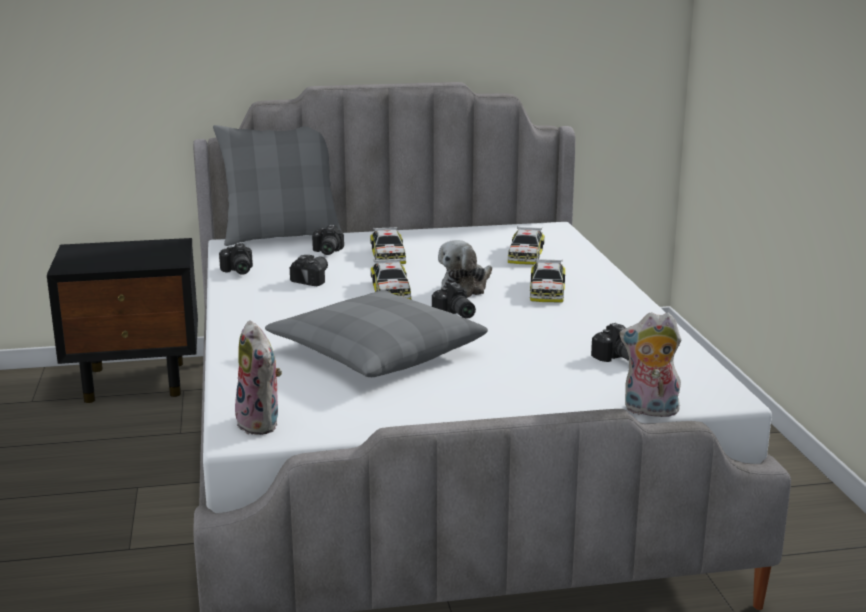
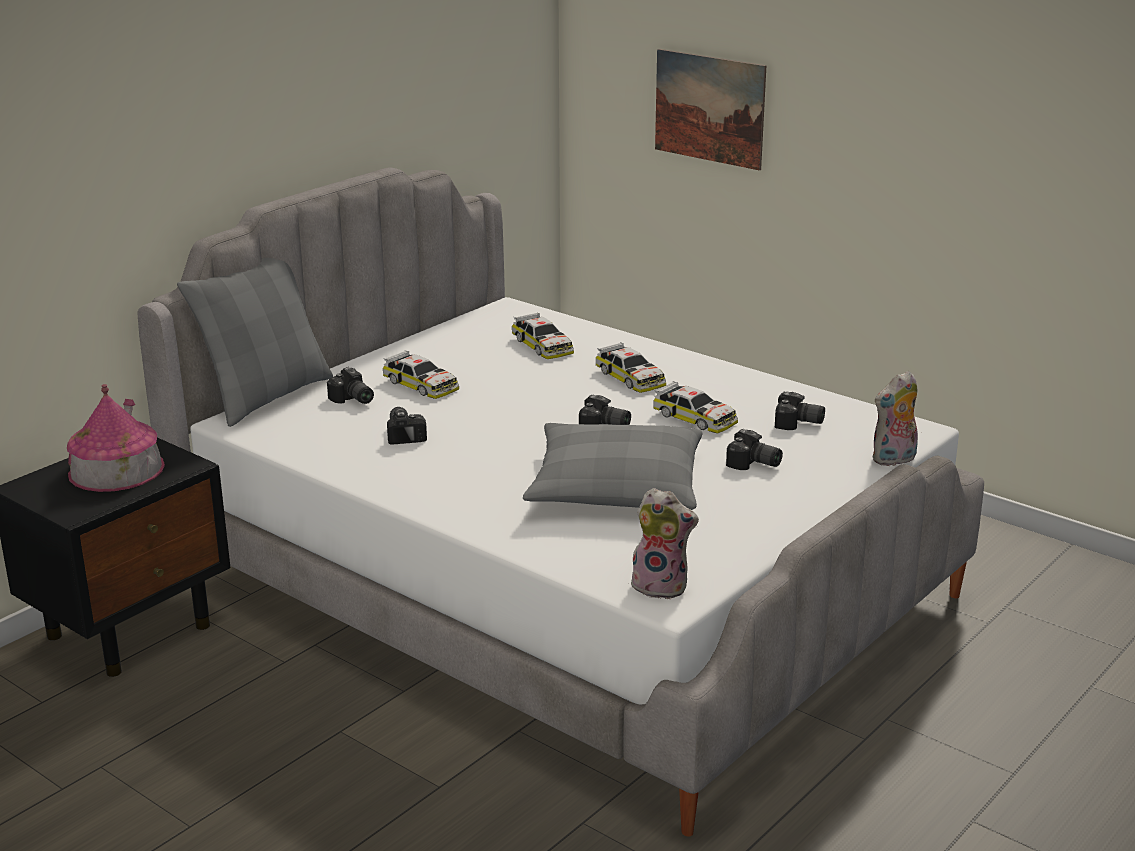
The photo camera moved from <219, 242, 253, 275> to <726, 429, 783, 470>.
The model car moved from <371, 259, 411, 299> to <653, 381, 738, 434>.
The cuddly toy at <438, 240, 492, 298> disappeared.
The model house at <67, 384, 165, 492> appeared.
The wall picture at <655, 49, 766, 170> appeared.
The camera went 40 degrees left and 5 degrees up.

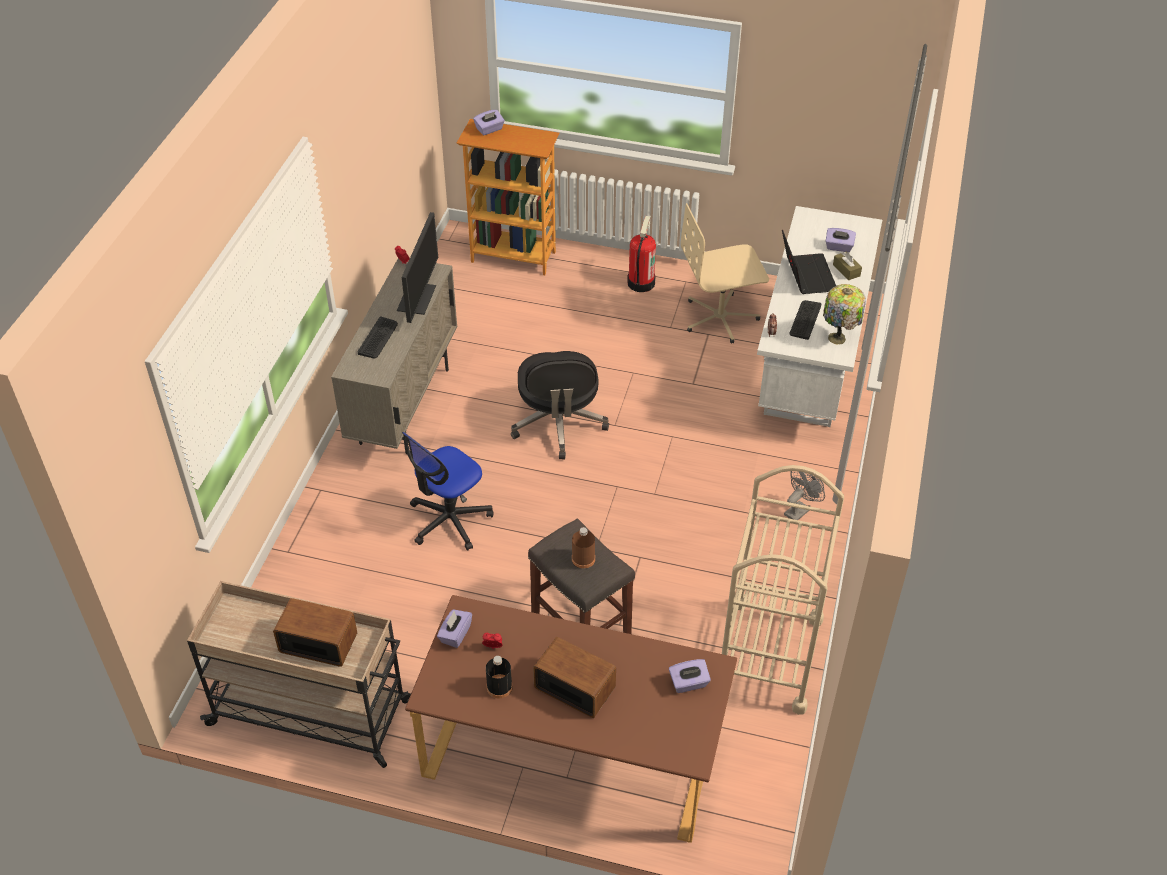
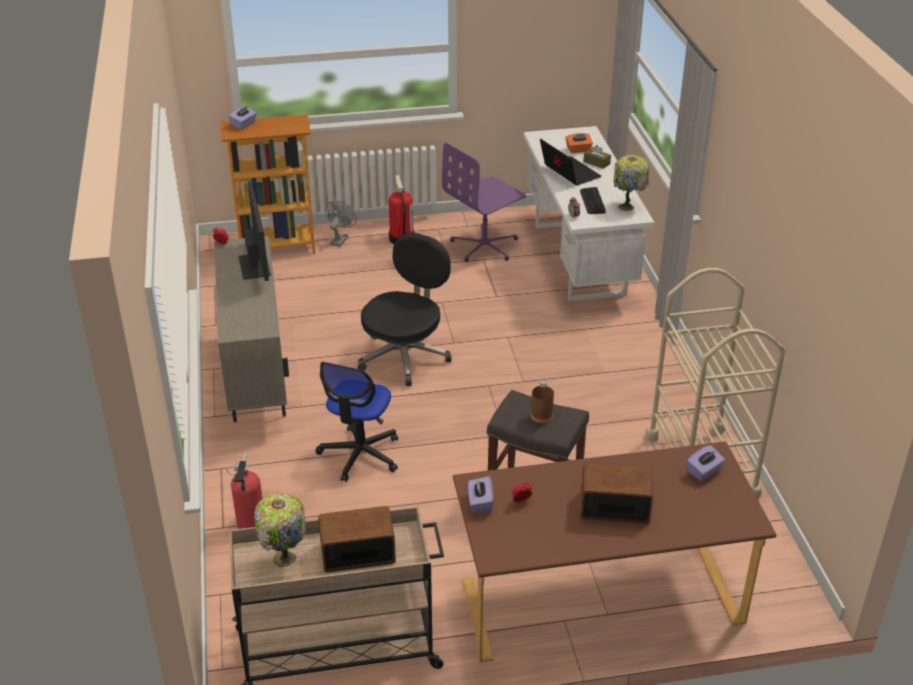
The keyboard at <358, 316, 398, 358> disappeared.
The black-coloured drink bottle at <486, 656, 512, 698> disappeared.
The black-coloured desk chair at <511, 351, 609, 459> turned 120 degrees counterclockwise.
The beige desk chair at <681, 203, 769, 343> became the purple-coloured desk chair at <442, 143, 526, 262>.
The grey electric fan moved from <784, 471, 825, 520> to <325, 201, 357, 246>.
The purple-coloured tissue box at <825, 228, 856, 252> became the orange-coloured tissue box at <566, 133, 593, 153>.
The fire extinguisher at <227, 453, 263, 529> appeared.
The table lamp at <254, 494, 306, 567> appeared.
The camera went 25 degrees left and 10 degrees down.

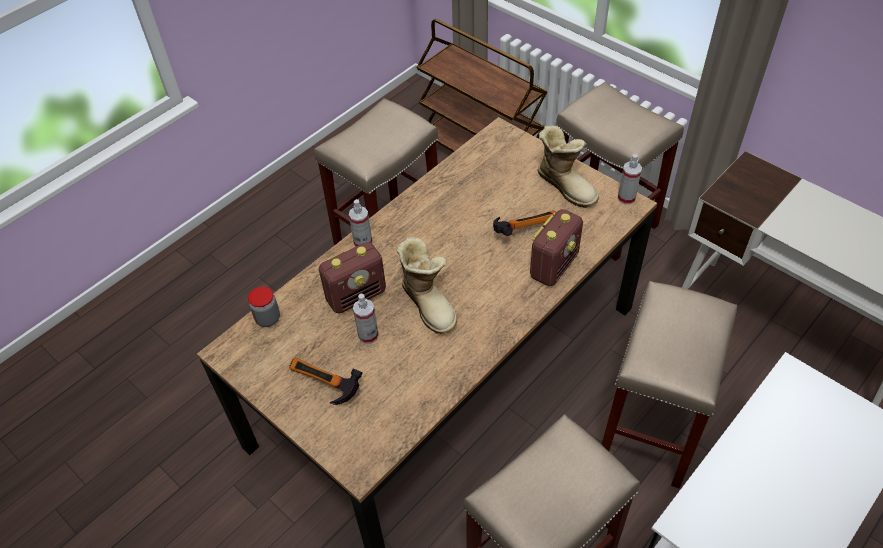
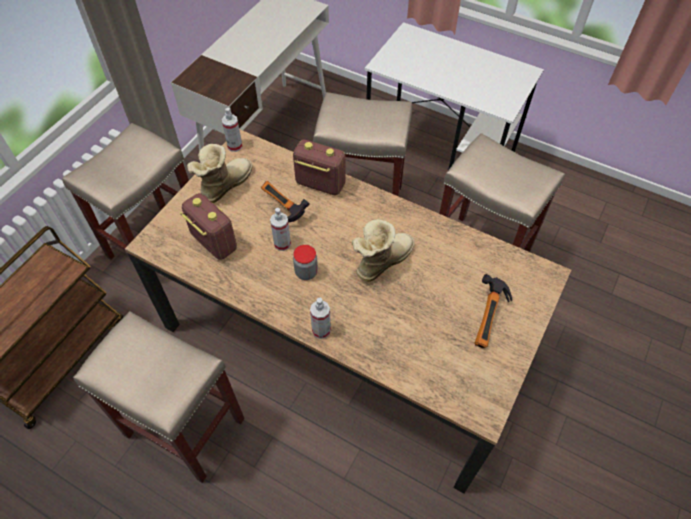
The jar moved from <248, 286, 280, 327> to <293, 245, 318, 280>.
The radio set moved from <319, 242, 386, 314> to <180, 193, 237, 260>.
The spray bottle moved from <353, 294, 379, 344> to <270, 208, 291, 251>.
The camera went 105 degrees left and 5 degrees up.

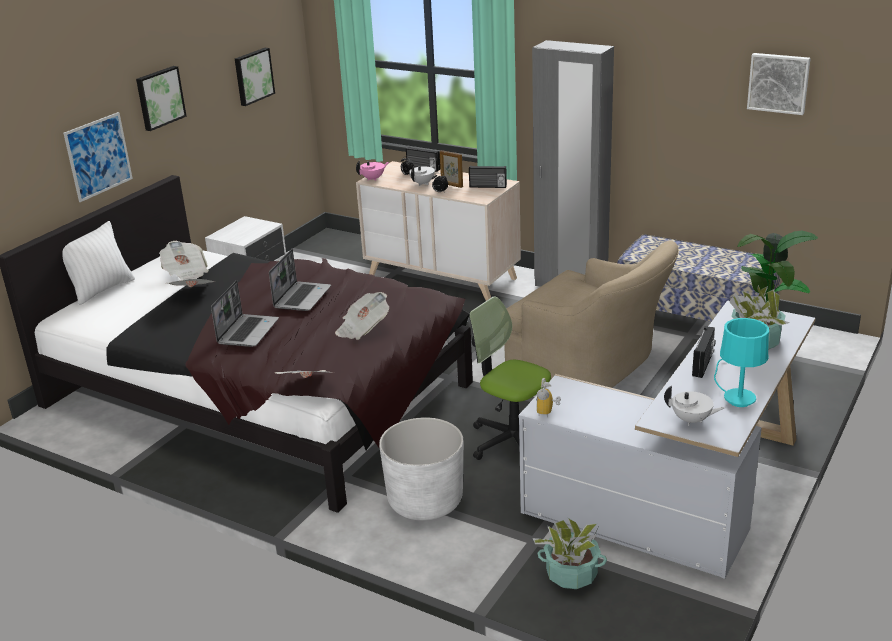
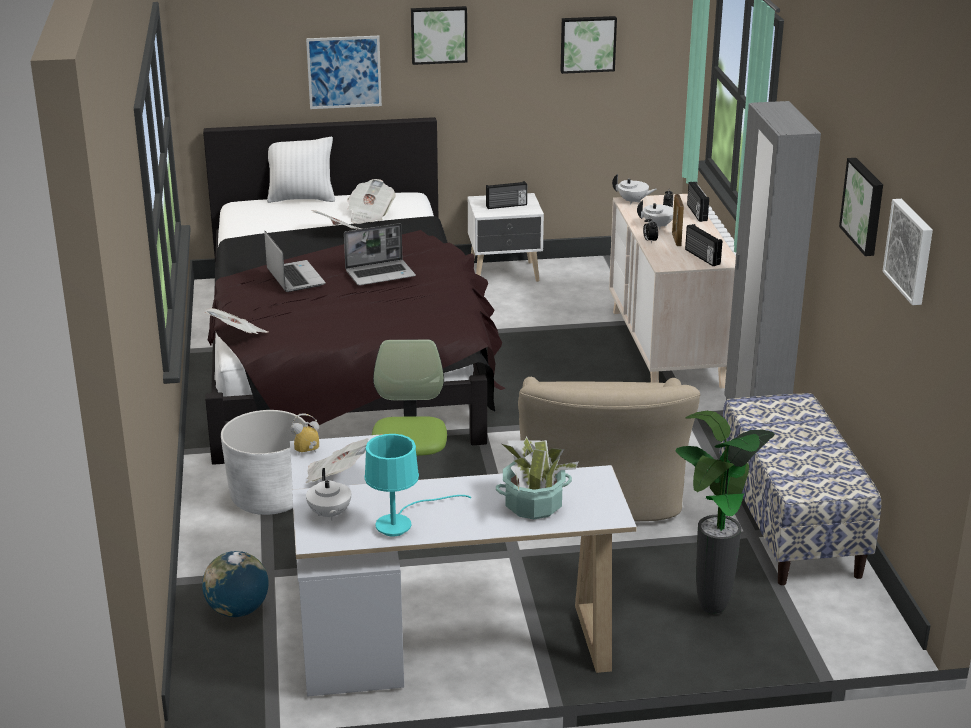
The notebook computer at <211, 280, 279, 347> turned 90 degrees counterclockwise.
The printed paper moved from <335, 292, 389, 340> to <306, 438, 369, 483>.
The pink teapot at <356, 161, 389, 181> became the white teapot at <612, 174, 657, 204>.
The potted plant at <533, 518, 607, 589> was replaced by the desk globe at <202, 551, 269, 617>.
The radio set moved from <692, 326, 716, 378> to <486, 181, 527, 209>.
The wall picture at <839, 158, 883, 256> appeared.
The camera went 50 degrees right and 0 degrees up.

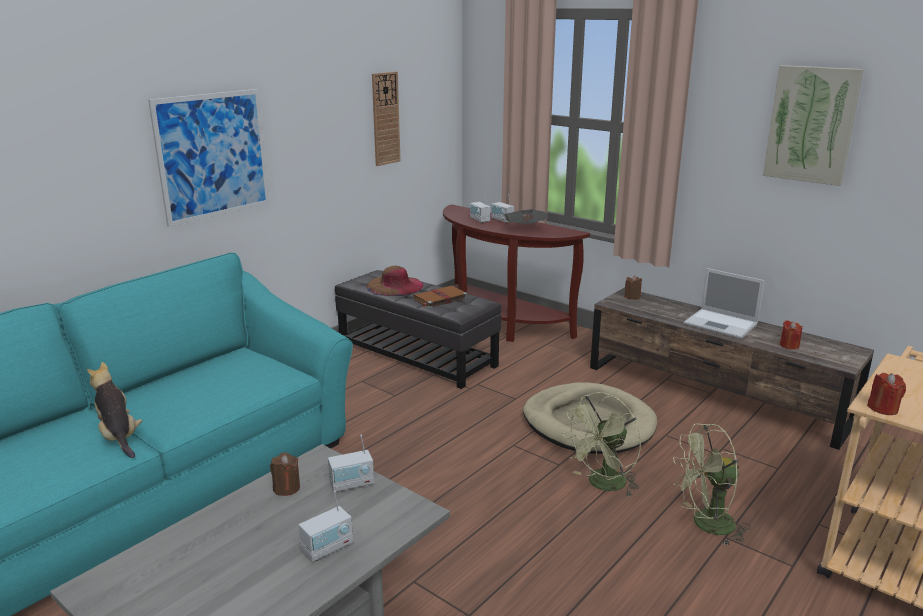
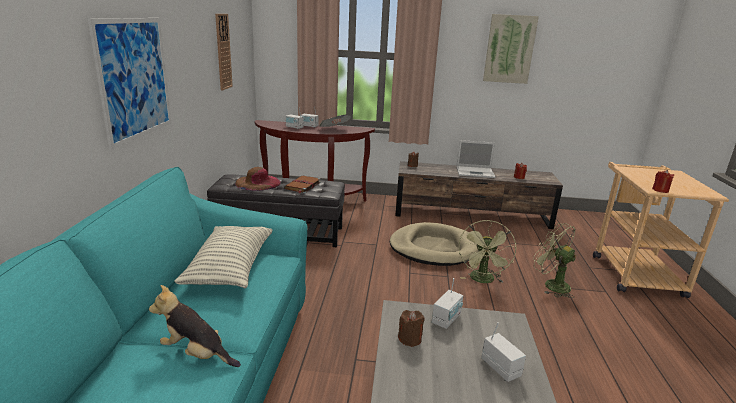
The radio set at <299, 491, 353, 562> turned 45 degrees counterclockwise.
The green electric fan at <673, 424, 750, 545> turned 90 degrees clockwise.
The cushion at <174, 226, 272, 288> appeared.
The camera went 35 degrees left and 0 degrees up.

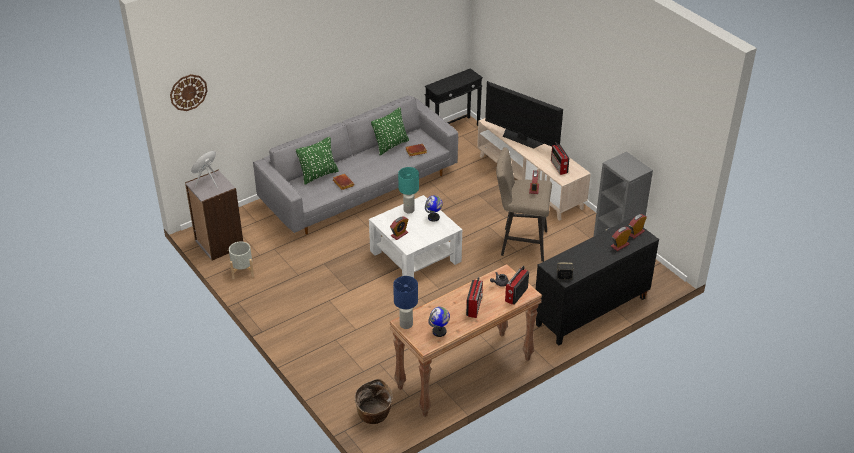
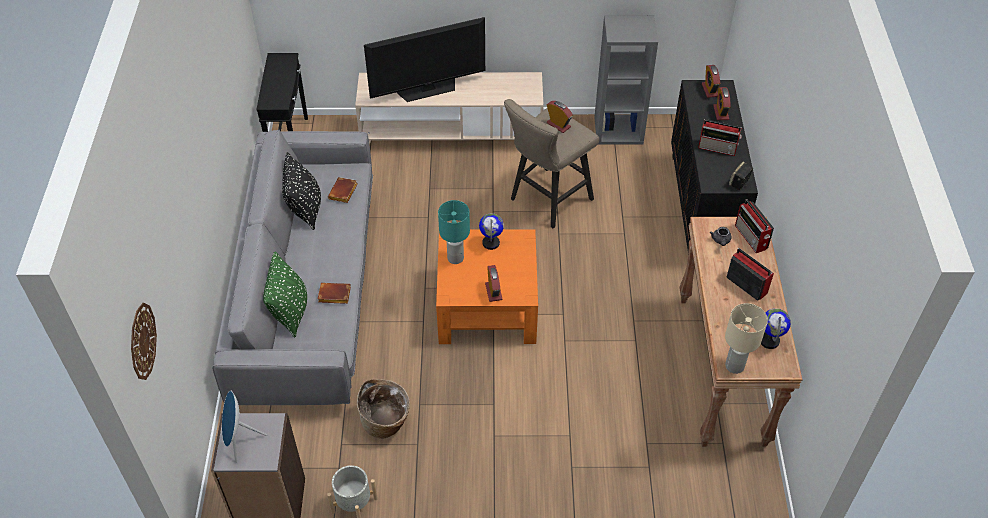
The storage basket moved from <355, 379, 393, 424> to <357, 379, 410, 438>.
The white coffee table at <369, 195, 462, 278> became the orange-coloured coffee table at <436, 229, 538, 344>.
The green cushion at <371, 107, 409, 156> became the black-coloured cushion at <282, 152, 321, 230>.
The bluish table lamp at <393, 276, 418, 329> became the beige table lamp at <725, 303, 768, 374>.
The radio set moved from <551, 142, 570, 175> to <698, 119, 742, 156>.
The camera went 55 degrees left and 10 degrees up.

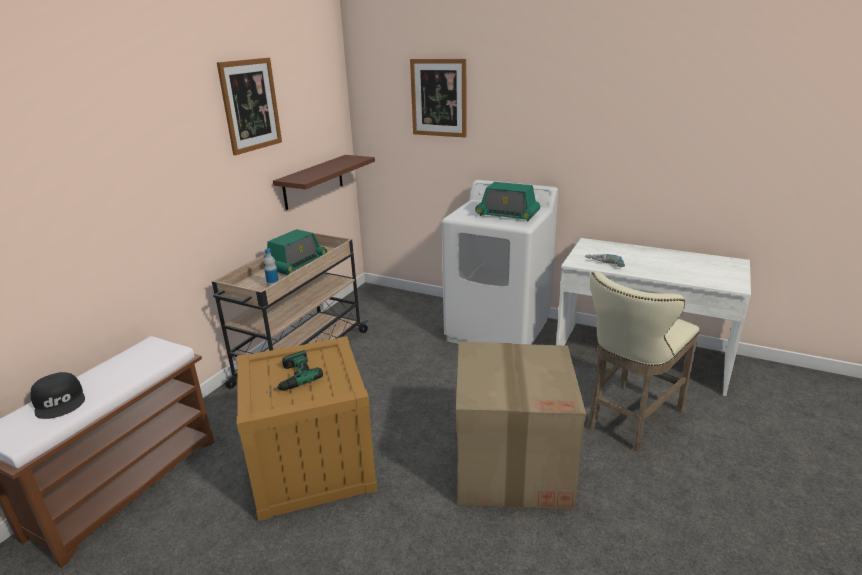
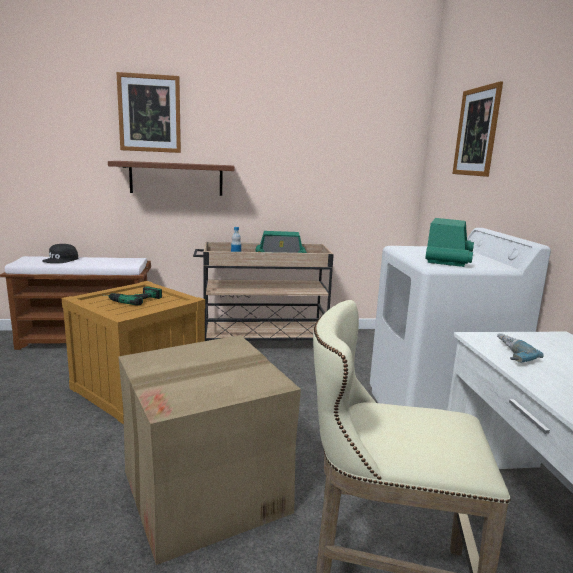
The wall picture moved from <217, 58, 282, 155> to <116, 72, 181, 153>.
The brown bracket shelf moved from <273, 155, 375, 210> to <108, 161, 234, 196>.
The radio set at <475, 182, 540, 221> turned 150 degrees counterclockwise.
The camera went 55 degrees right and 10 degrees down.

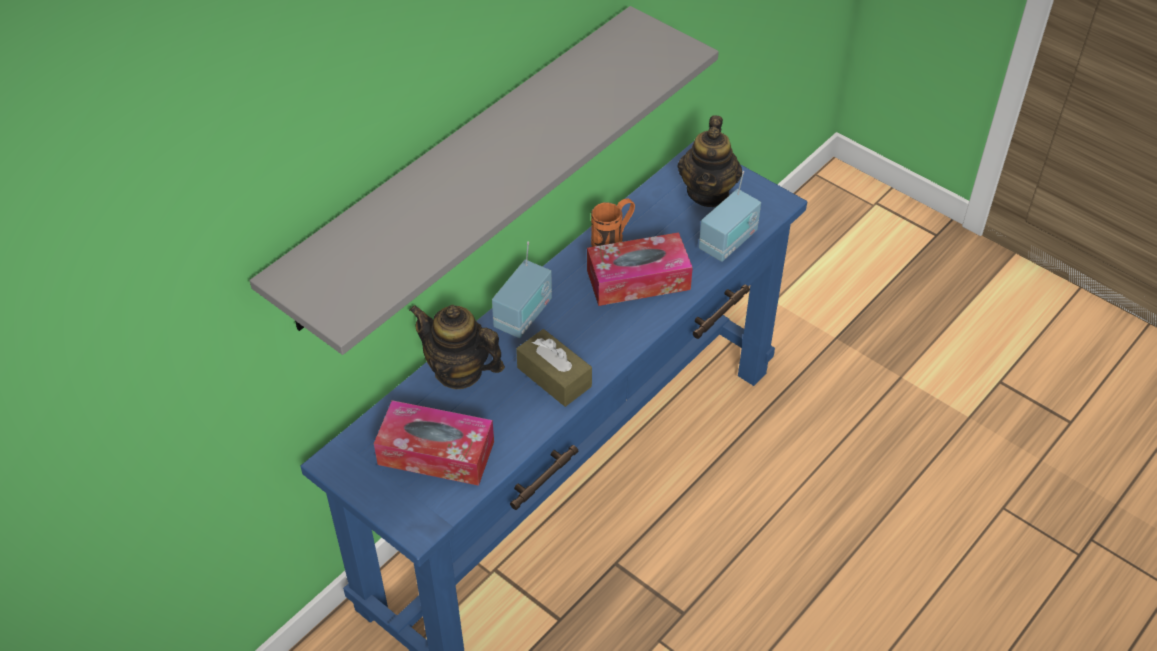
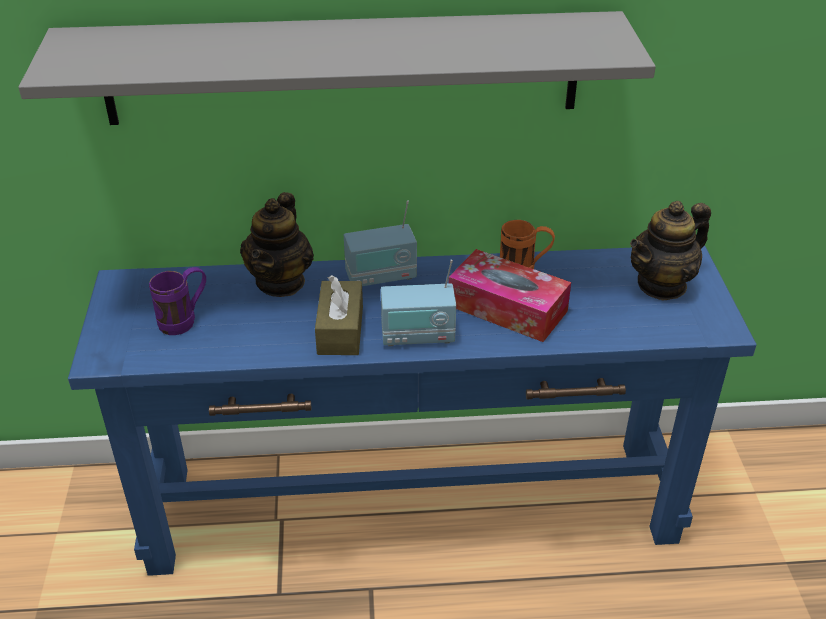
The tissue box at <374, 400, 494, 486> was replaced by the purple-coloured coffee mug at <149, 267, 206, 335>.
The teapot at <409, 305, 505, 389> turned 150 degrees counterclockwise.
The radio set moved from <699, 171, 761, 262> to <381, 259, 456, 346>.
The camera went 45 degrees right and 10 degrees down.

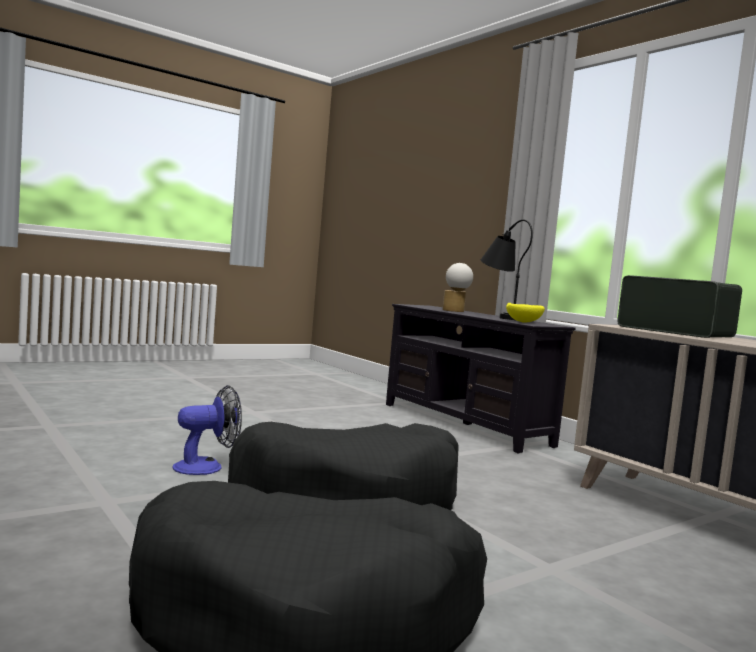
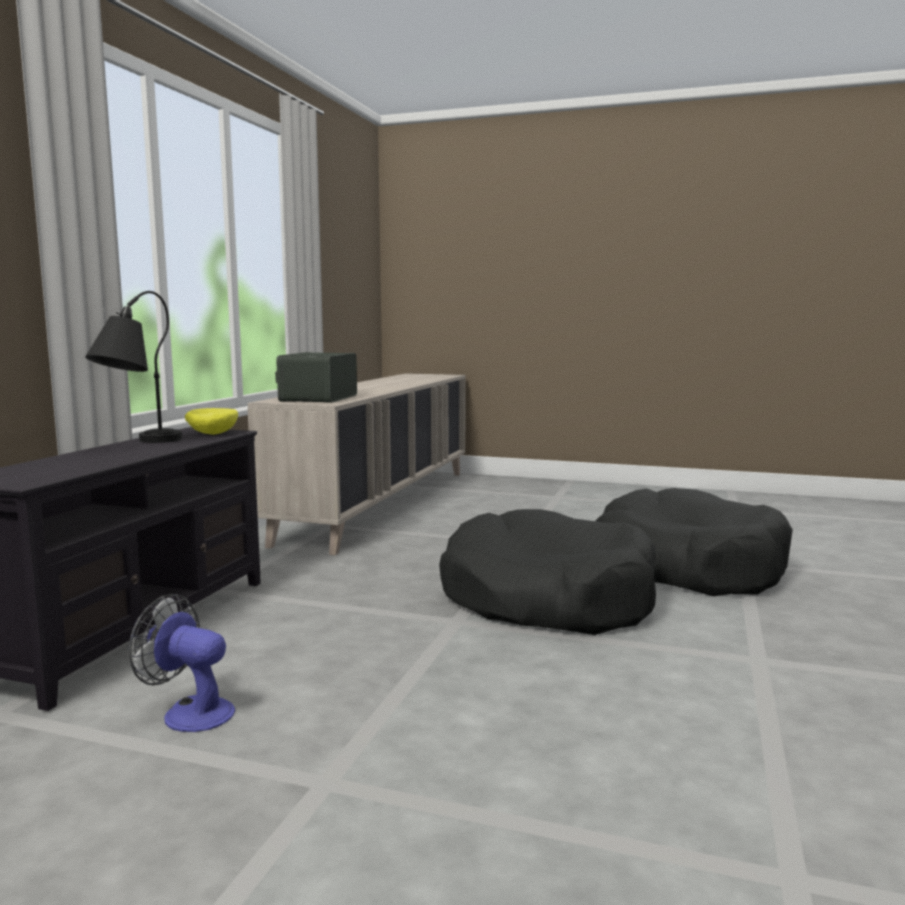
The electric fan moved from <173, 385, 242, 475> to <129, 594, 235, 732>.
The table lamp at <443, 263, 473, 312> disappeared.
The camera went 125 degrees left and 5 degrees up.

